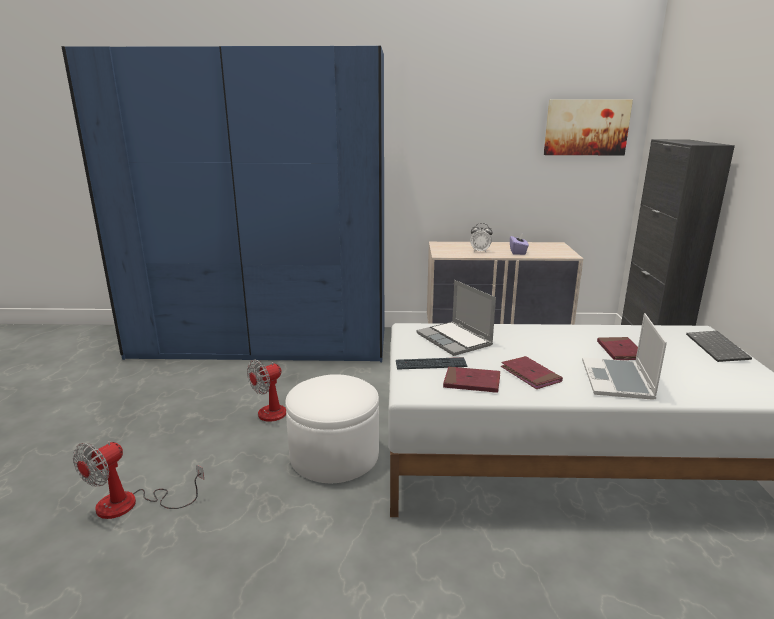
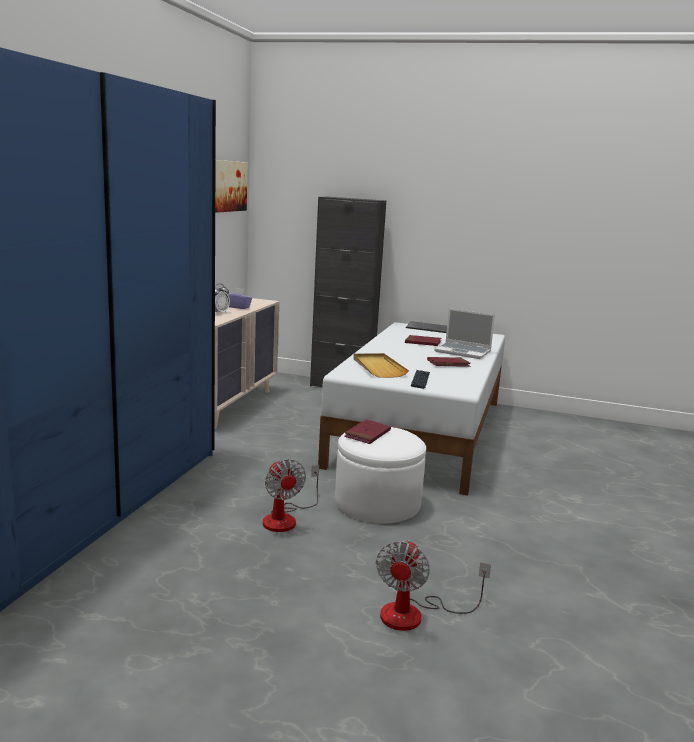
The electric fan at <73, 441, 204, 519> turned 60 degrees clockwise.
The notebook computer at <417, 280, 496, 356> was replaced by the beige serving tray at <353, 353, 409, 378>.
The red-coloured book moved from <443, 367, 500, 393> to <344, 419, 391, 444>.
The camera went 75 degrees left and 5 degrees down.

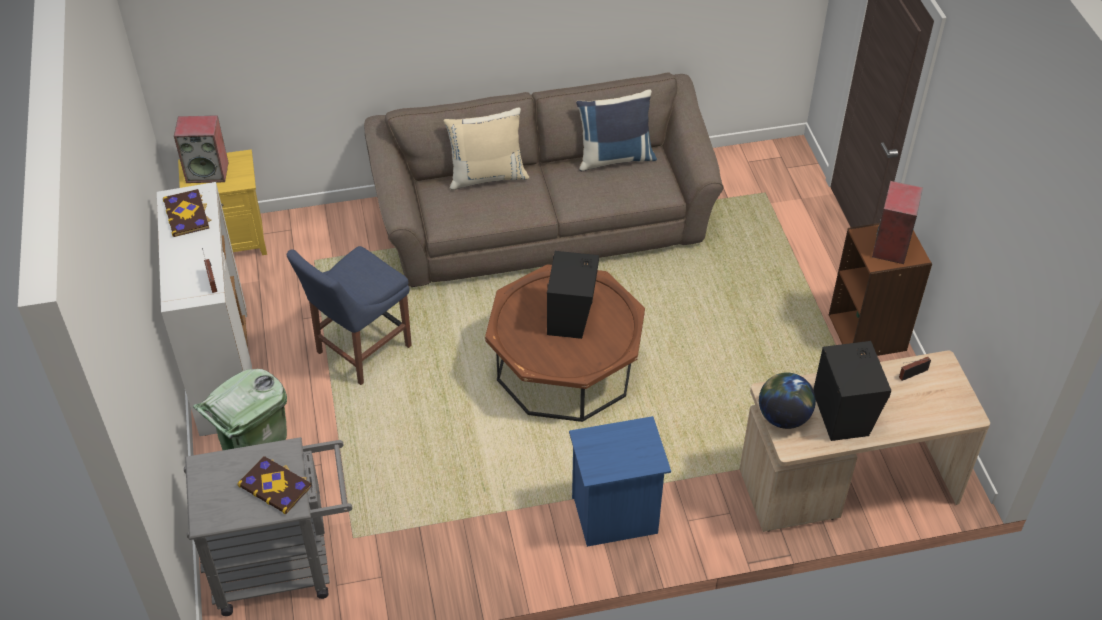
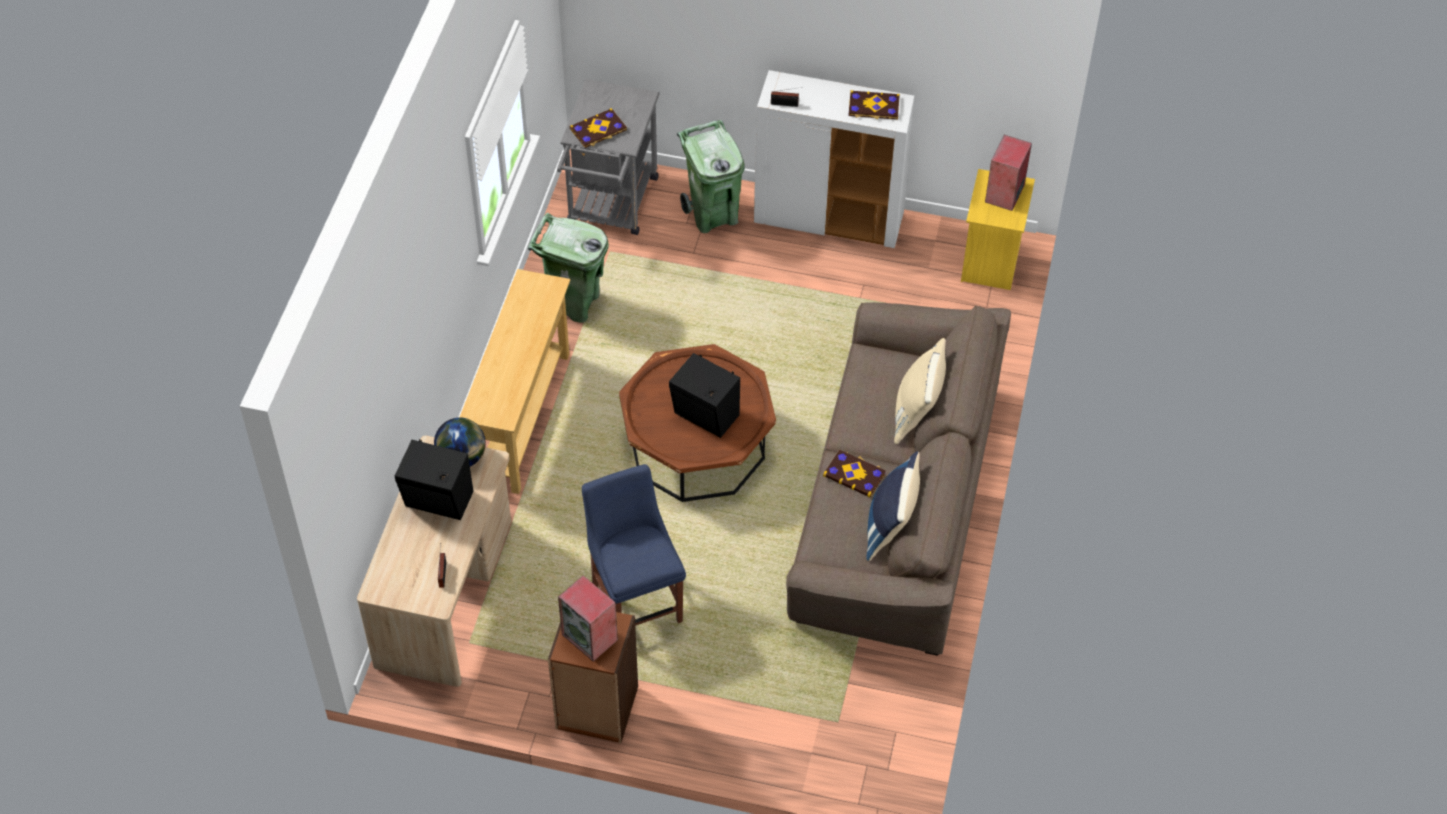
The bluish chair moved from <287, 246, 412, 385> to <582, 464, 686, 626>.
The bluish bedside table at <569, 416, 671, 547> was replaced by the beige console table at <459, 269, 570, 494>.
The green trash can at <528, 213, 609, 323> appeared.
The book at <823, 450, 886, 498> appeared.
The camera went 115 degrees right and 5 degrees up.

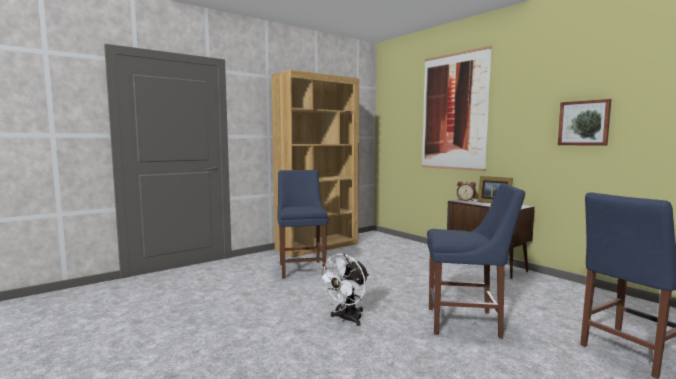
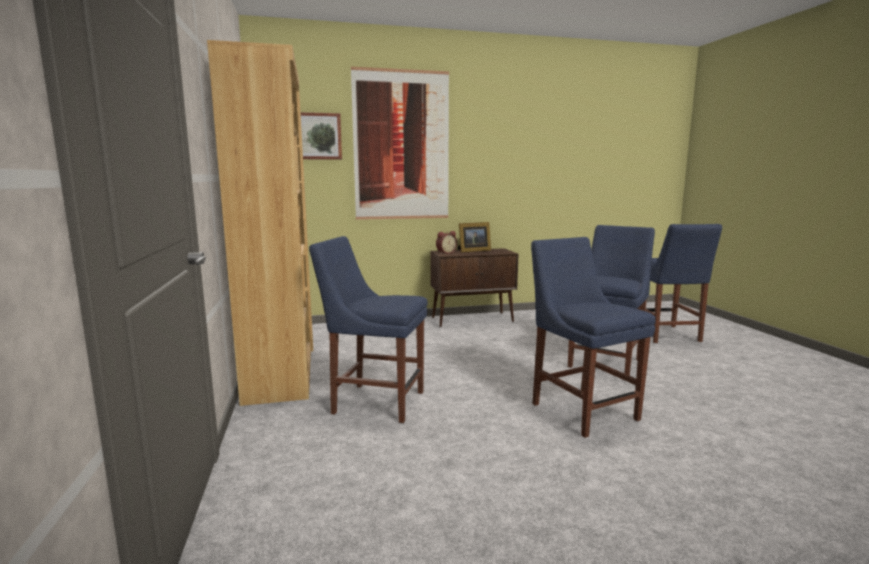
The white electric fan at <317, 253, 369, 326> was replaced by the bluish chair at <531, 237, 656, 438>.
The wall picture moved from <558, 99, 611, 146> to <301, 112, 342, 160>.
The camera went 65 degrees left and 5 degrees up.

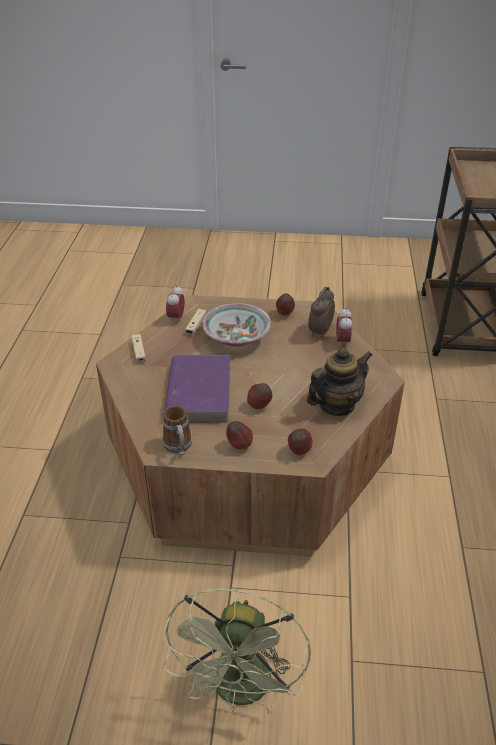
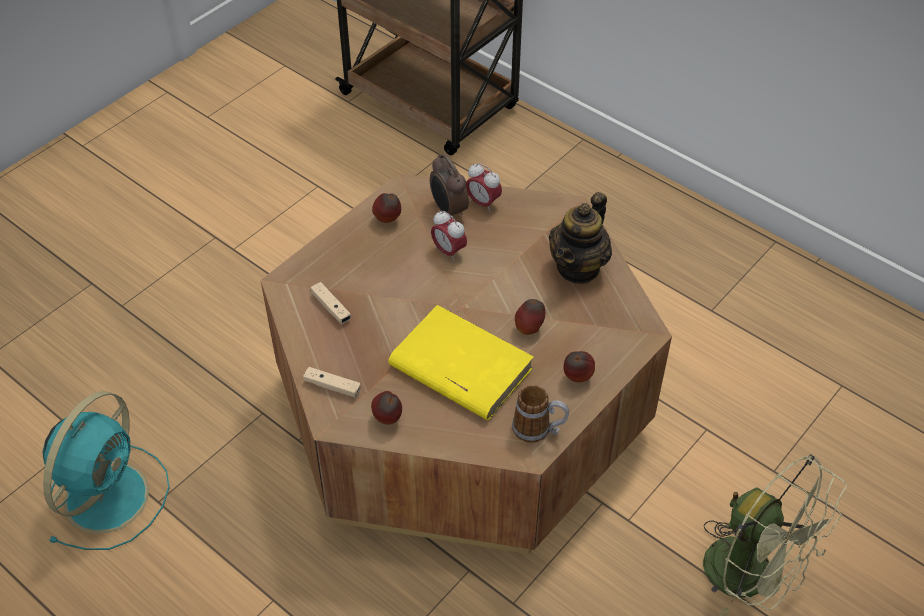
The purple-coloured book at <164, 355, 230, 423> became the yellow-coloured book at <388, 305, 534, 420>.
The alarm clock moved from <166, 285, 185, 323> to <431, 211, 467, 262>.
The serving bowl at <202, 303, 271, 347> disappeared.
The whole apple moved from <288, 429, 313, 455> to <371, 391, 402, 425>.
The teapot at <307, 348, 372, 416> turned 150 degrees counterclockwise.
The turquoise electric fan at <43, 391, 170, 550> appeared.
The camera went 55 degrees left and 10 degrees up.

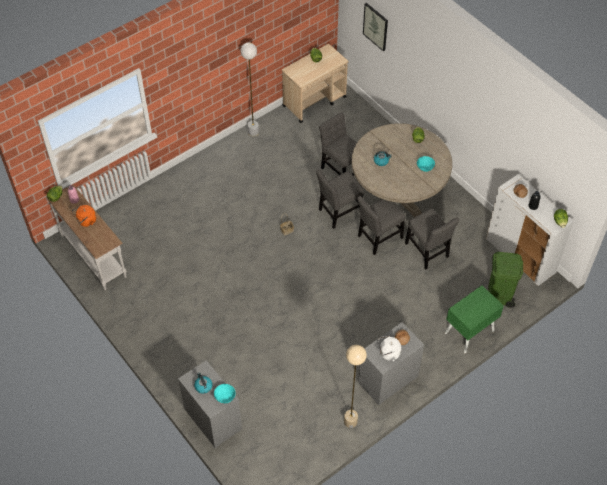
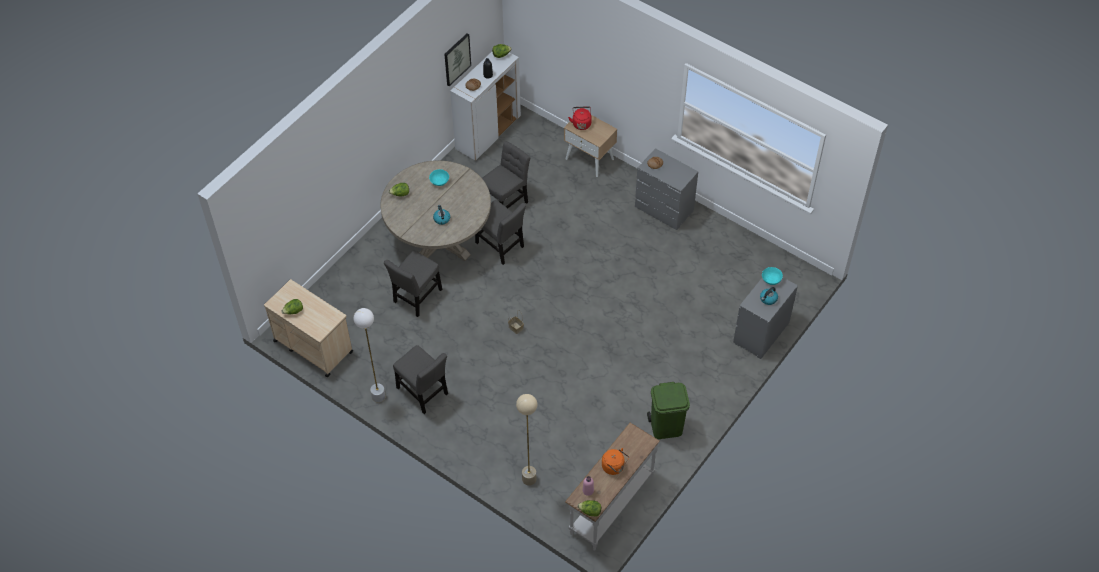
The grey chair moved from <316, 169, 364, 229> to <393, 345, 448, 414>.
The beige standing lamp moved from <344, 345, 367, 428> to <516, 394, 537, 486>.
The wall picture moved from <363, 3, 388, 51> to <444, 33, 471, 86>.
The white tea kettle at <378, 336, 401, 361> disappeared.
The green bedside table at <445, 285, 504, 353> became the beige bedside table at <564, 115, 617, 177>.
The green trash can moved from <488, 252, 523, 308> to <647, 382, 690, 439>.
The red-coloured tea kettle at <568, 106, 592, 130> appeared.
The camera went 105 degrees left and 0 degrees up.

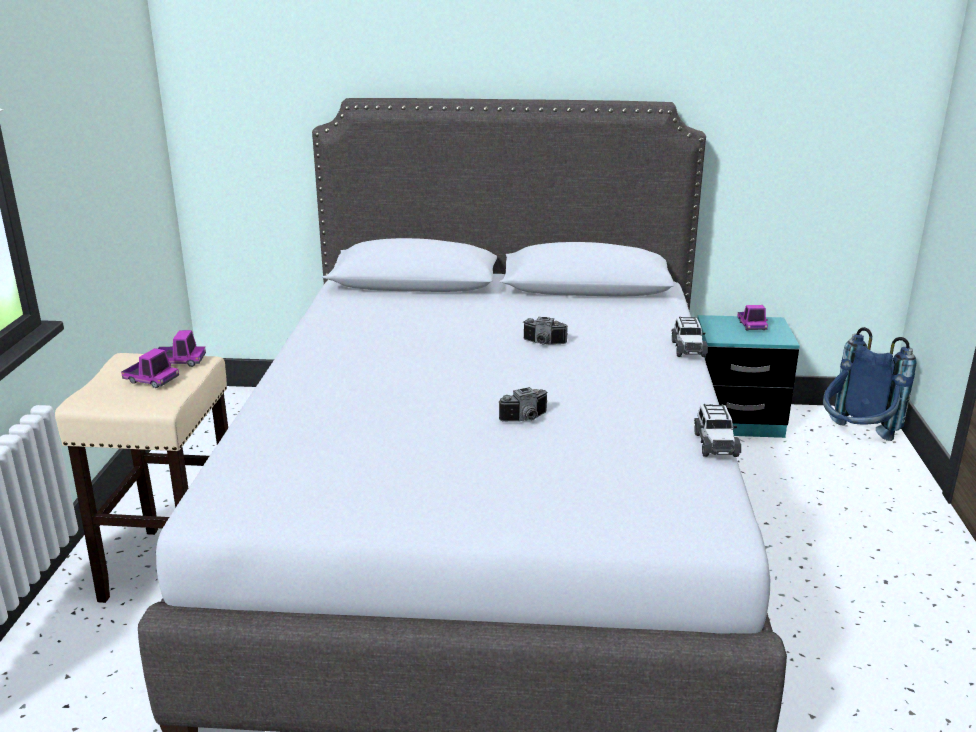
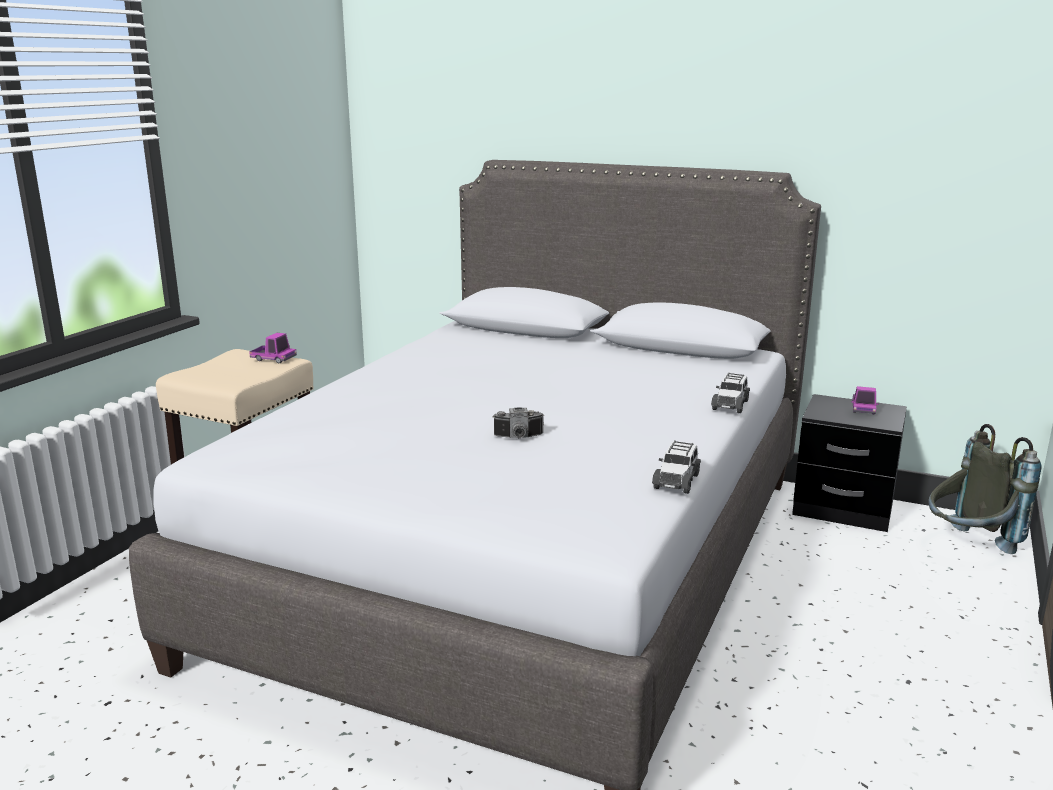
The toy truck at <121, 348, 179, 388> disappeared.
The photo camera at <523, 317, 568, 345> disappeared.
The turquoise bedside table at <698, 315, 800, 438> became the black-coloured bedside table at <792, 394, 907, 532>.
The bluish backpack at <823, 327, 916, 441> became the grey backpack at <928, 424, 1042, 554>.
The camera went 20 degrees right and 5 degrees down.

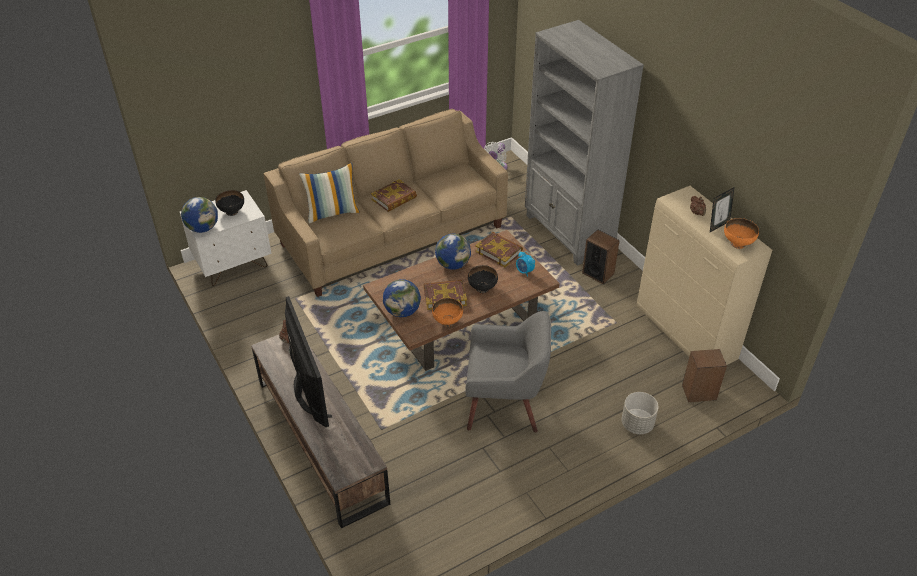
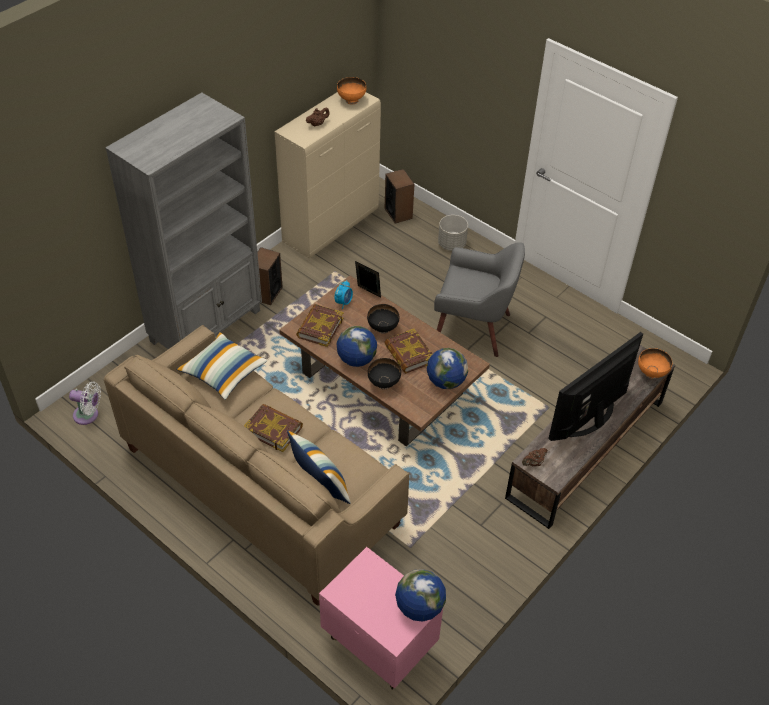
The white bedside table at <180, 190, 272, 286> became the pink bedside table at <319, 547, 443, 690>.
The black-coloured serving bowl moved from <215, 190, 244, 216> to <368, 358, 401, 389>.
The orange-coloured serving bowl moved from <432, 298, 463, 327> to <638, 348, 672, 379>.
The grey easy chair at <465, 311, 551, 432> turned 120 degrees clockwise.
The picture frame moved from <710, 187, 734, 232> to <355, 261, 381, 298>.
The cushion at <176, 332, 267, 400> appeared.
The camera went 110 degrees left and 5 degrees up.

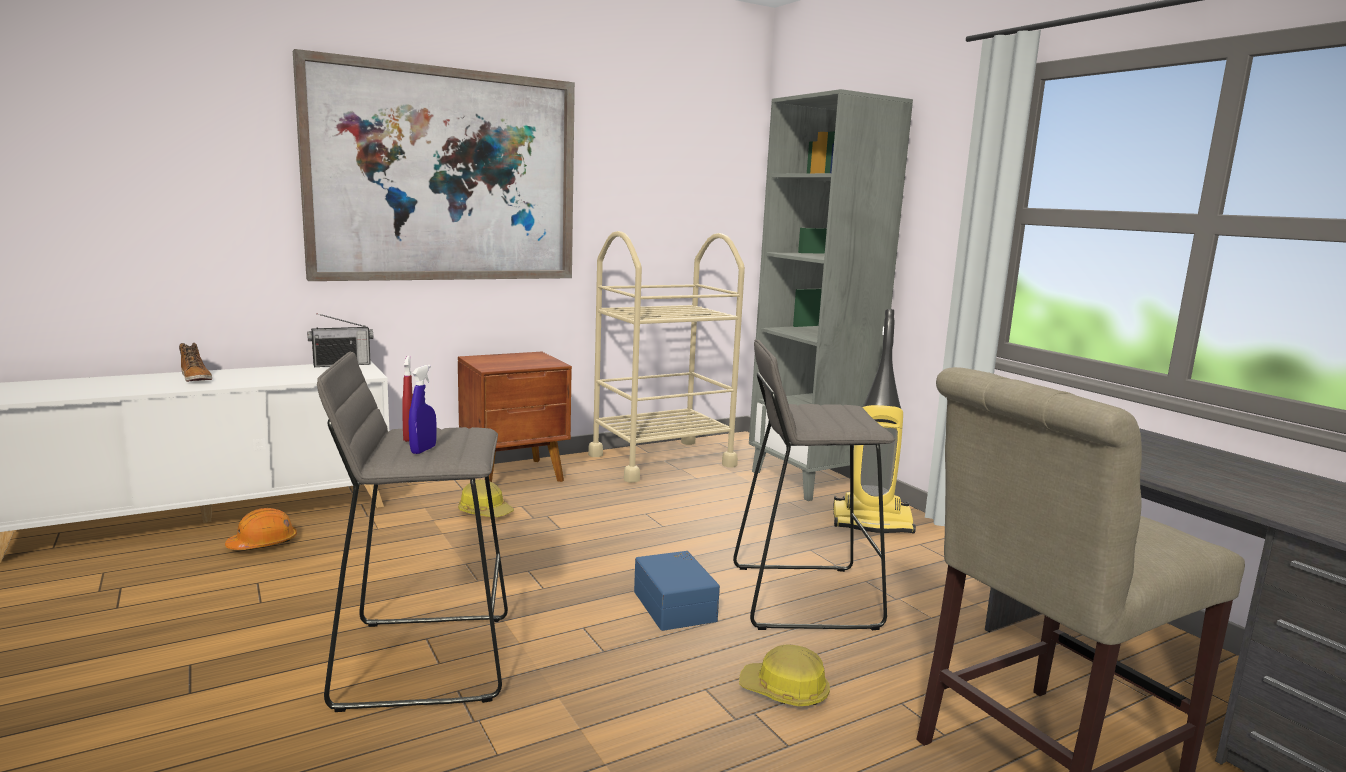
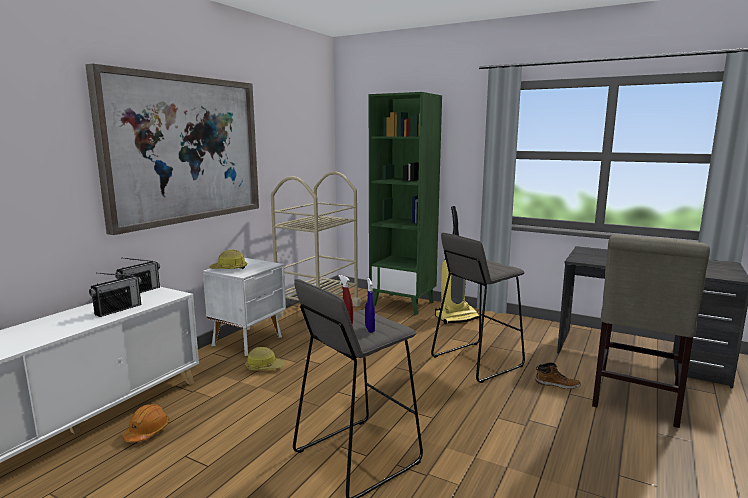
The tall boot moved from <179, 343, 212, 382> to <535, 362, 581, 389>.
The brown bedside table at <458, 352, 572, 482> became the white bedside table at <203, 258, 286, 356>.
The bluish storage bin at <634, 551, 720, 631> disappeared.
The work helmet moved from <739, 644, 830, 706> to <210, 250, 247, 269>.
The grey bookcase at <749, 89, 913, 501> became the green bookcase at <369, 92, 442, 315>.
The radio set at <89, 273, 142, 317> appeared.
The camera went 30 degrees left and 0 degrees up.

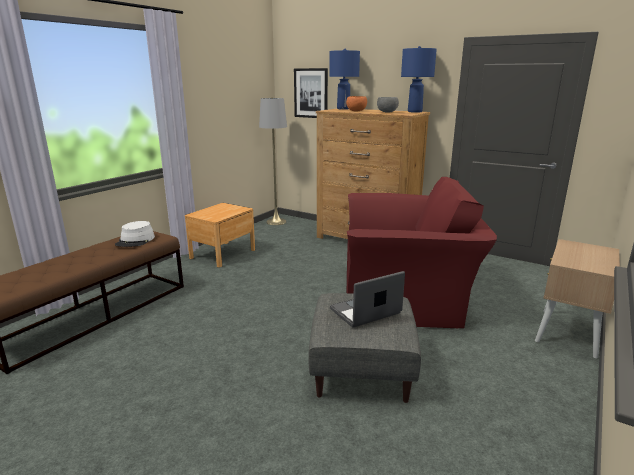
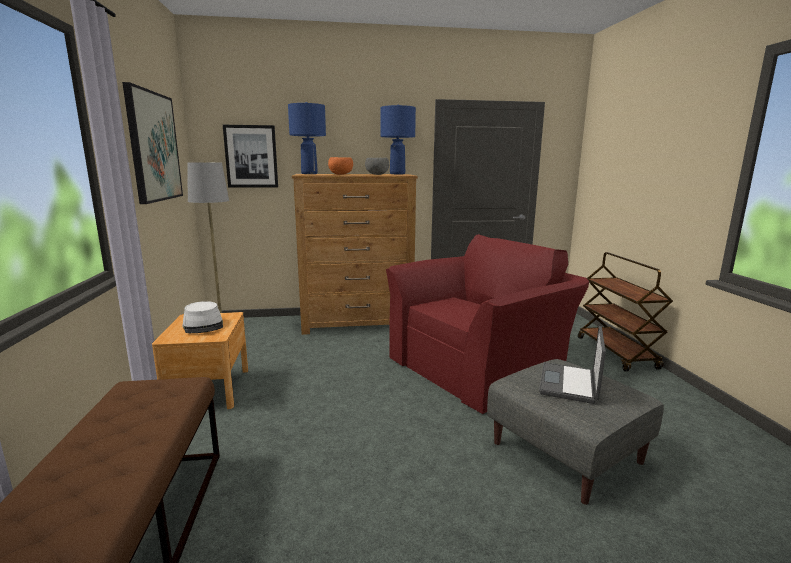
The white hat moved from <115, 221, 155, 247> to <182, 301, 223, 333>.
The beige bedside table at <535, 239, 620, 358> was replaced by the brown trolley at <578, 252, 673, 371>.
The wall picture at <122, 82, 183, 204> appeared.
The camera went 40 degrees left and 5 degrees down.

